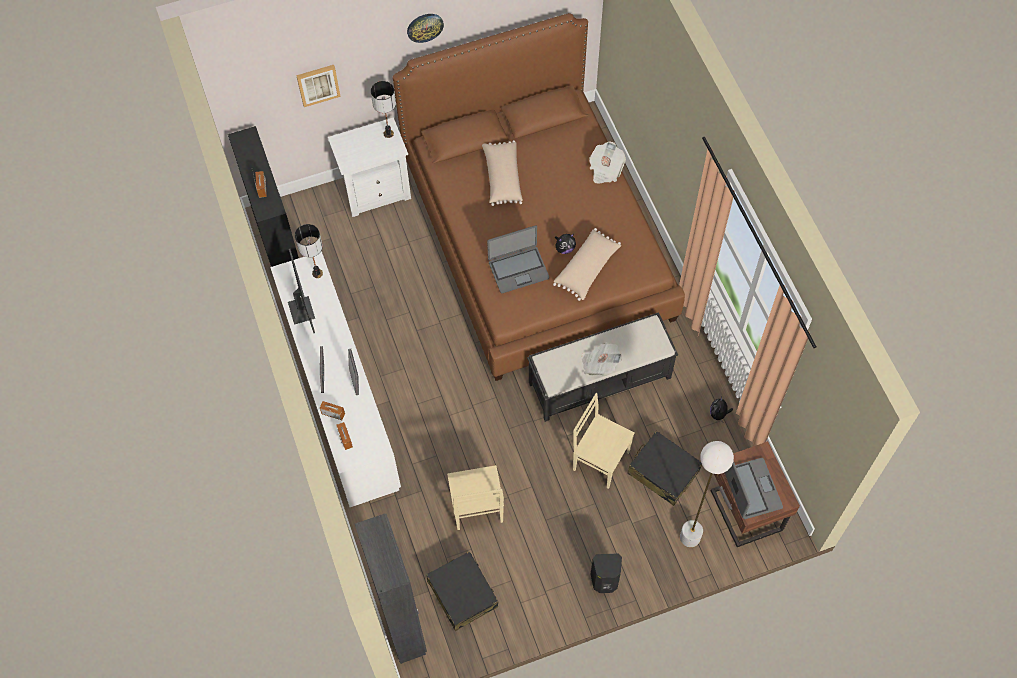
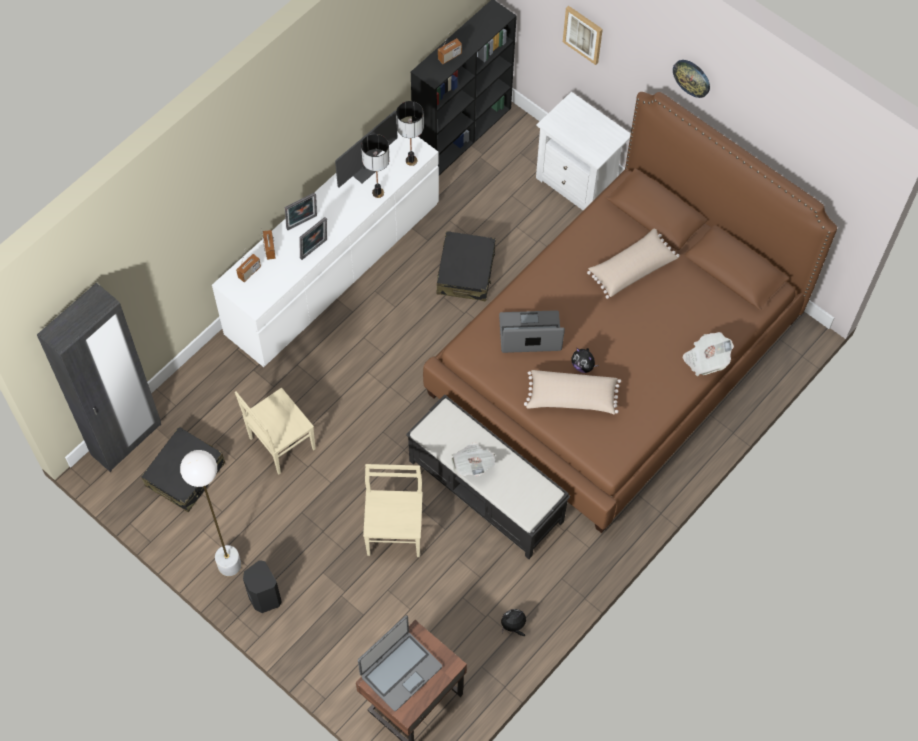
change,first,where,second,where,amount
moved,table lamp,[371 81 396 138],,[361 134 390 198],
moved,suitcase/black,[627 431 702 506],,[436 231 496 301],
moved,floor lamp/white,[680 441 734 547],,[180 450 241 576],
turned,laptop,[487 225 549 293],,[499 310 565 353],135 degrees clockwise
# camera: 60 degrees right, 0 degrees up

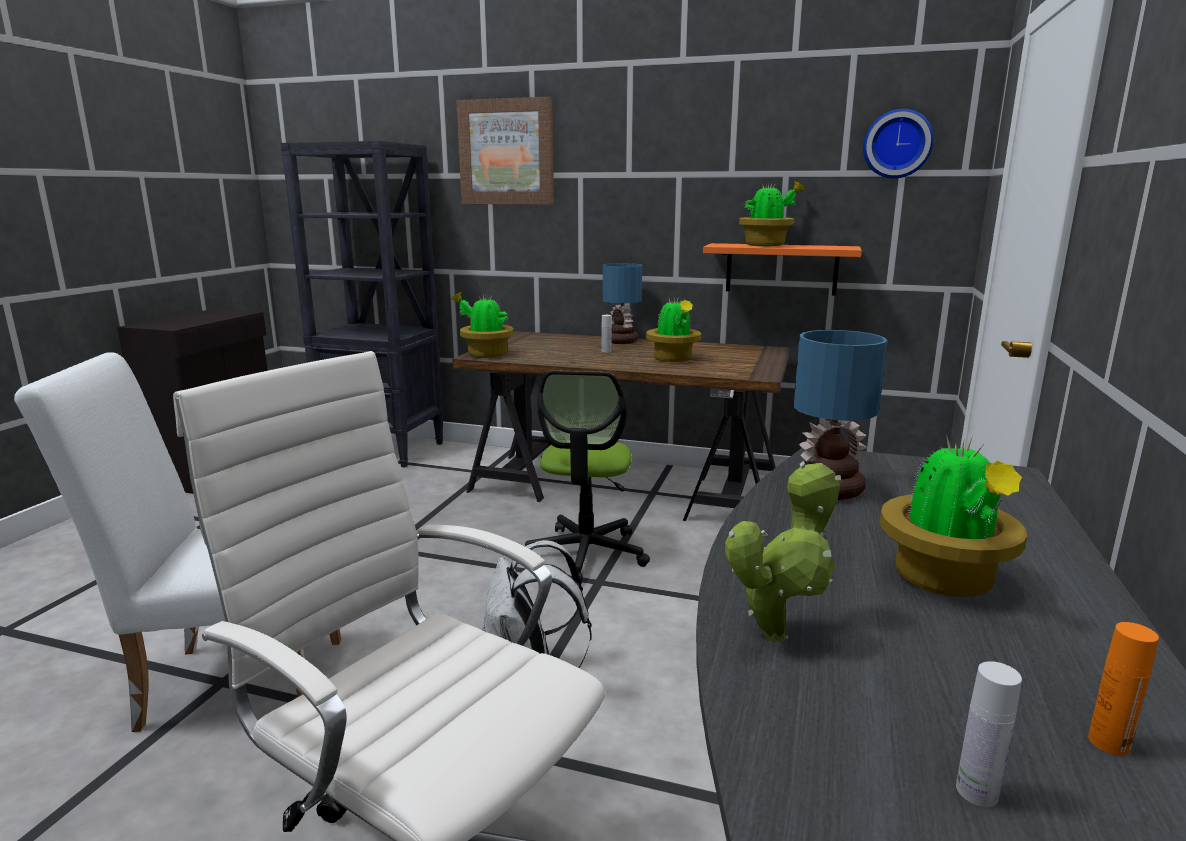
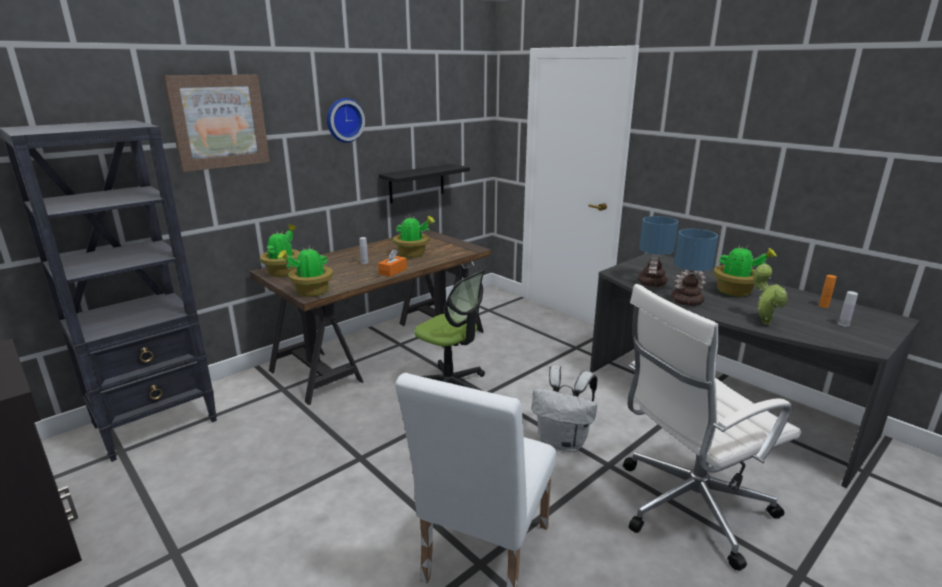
change,first,where,second,where,amount
added,,,tissue box/orange,[378 249 407 277],
moved,table lamp,[603 263 642 344],,[671 229 718 306],
moved,potted plant,[739 181 805 246],,[260 224 300 277],
moved,wall clock,[863 109 934 179],,[327 98 365 143],
recoloured,shelf/orange,[703 243 862 296],shelf/black,[379 164 470 203],
# camera: 60 degrees left, 5 degrees up

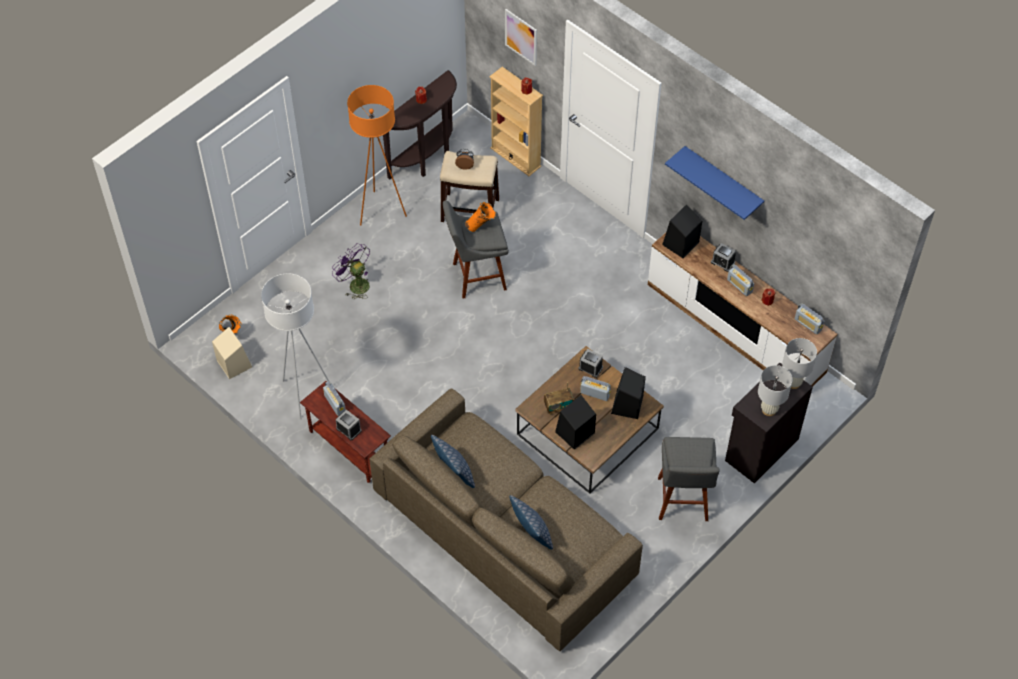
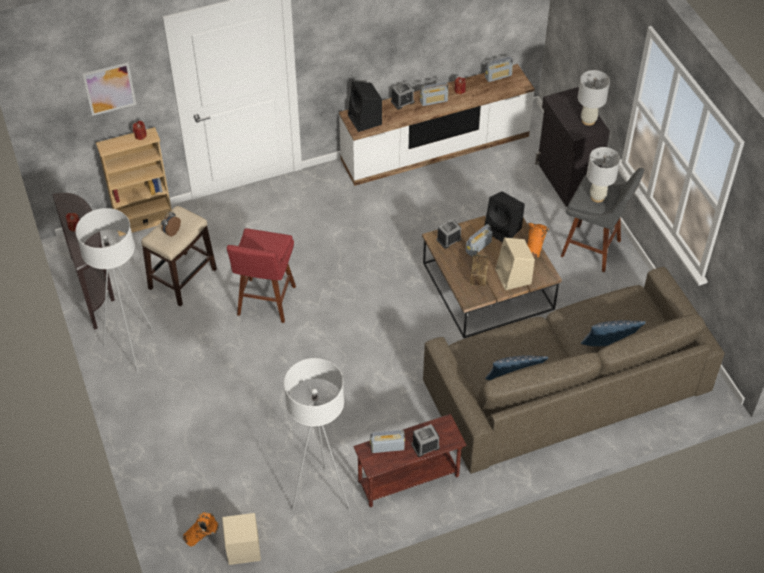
change,first,where,second,where,amount
removed,fan/purple,[332 243 370 299],,,
removed,shelf/blue,[665 146 764 220],,,
moved,vase/orange,[465 202 496 232],,[527 223 549 257],
moved,table lamp/white,[782 338 817 389],,[587 147 620 203],
recoloured,floor lamp/orange,[347 85 407 225],floor lamp/white,[75 208 155 374],
recoloured,stool/grey,[443 200 509 299],stool/red,[227 228 296 323],
recoloured,speaker/black,[555 395 596 450],speaker/beige,[495 238 535 290],
# camera: 65 degrees left, 5 degrees down

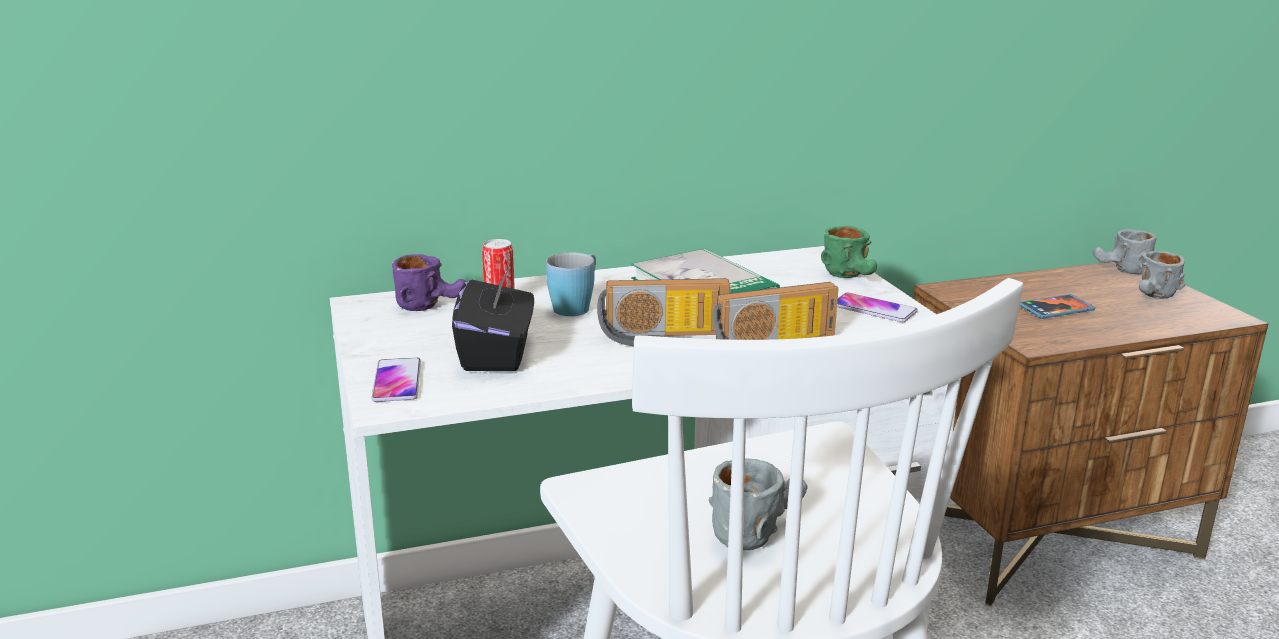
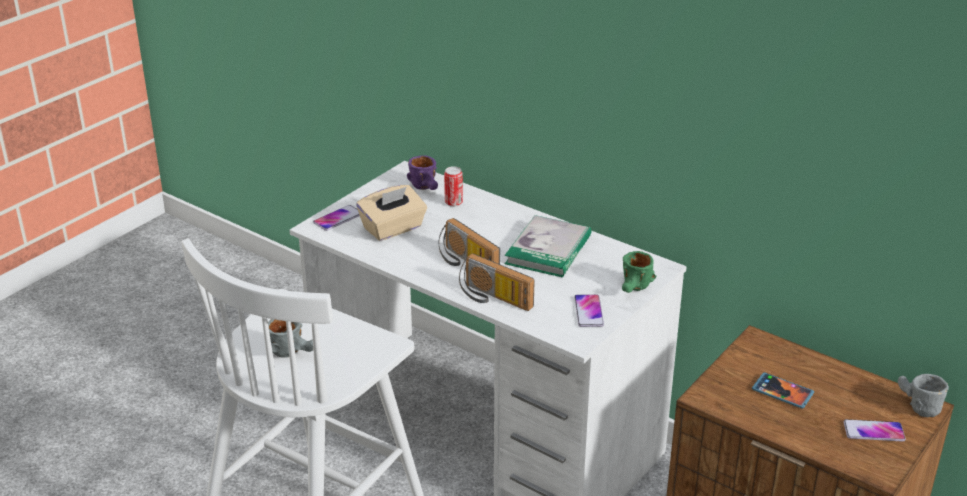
change,first,where,second,where,amount
removed,mug/blue,[546 252 596 316],,,
replaced,mug/grey,[1139 251 1186 299],phone,[844 419 906 442],
recoloured,tissue box/black,[452 266 534 371],tissue box/beige,[356 185 427 241],
# camera: 55 degrees right, 10 degrees up

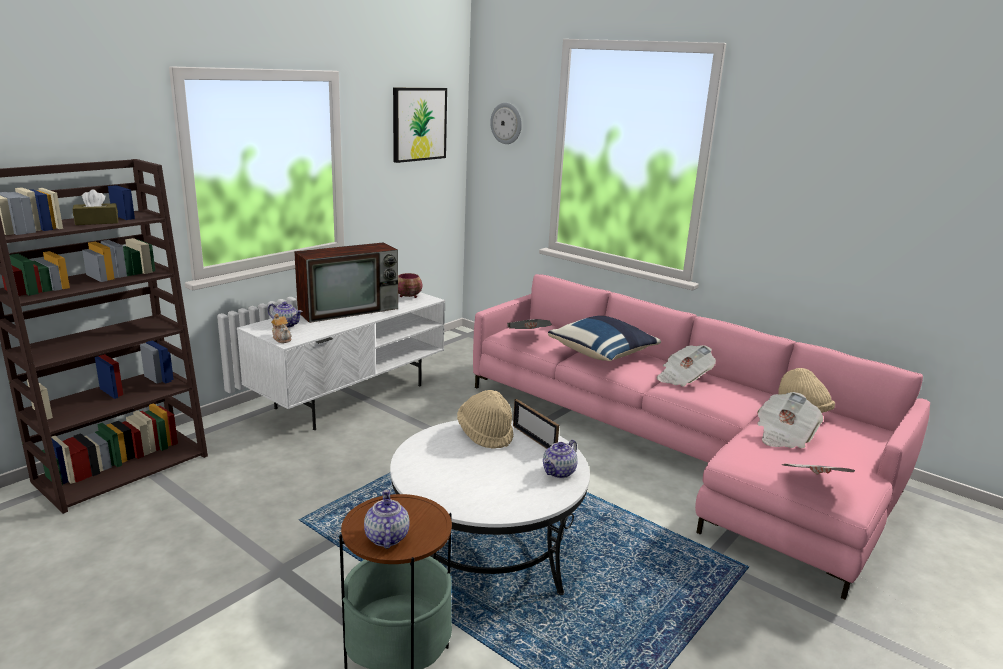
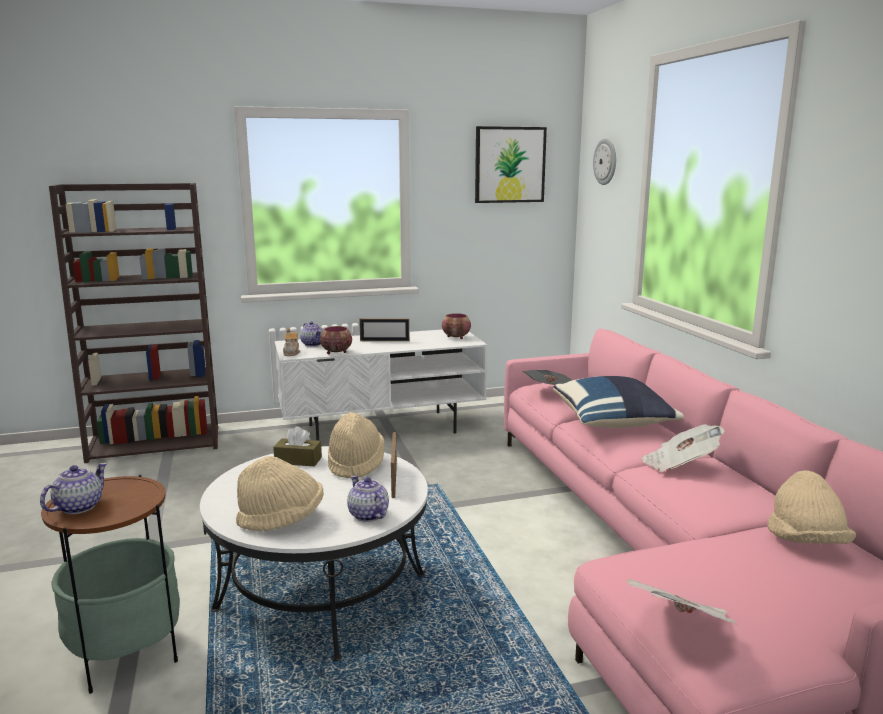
change,first,where,second,where,amount
removed,newspaper,[757 392 823 449],,,
added,,,hat/beige,[236 456 324 531],
added,,,bowl,[320 326 352 354],
moved,tissue box/brown,[72 189 118 225],,[273 426 322 466],
replaced,television,[294 242 398 323],picture frame,[359 318 409 341],
turned,teapot,[543 440 578 478],,[347 475 389 522],75 degrees clockwise
# camera: 35 degrees right, 5 degrees down

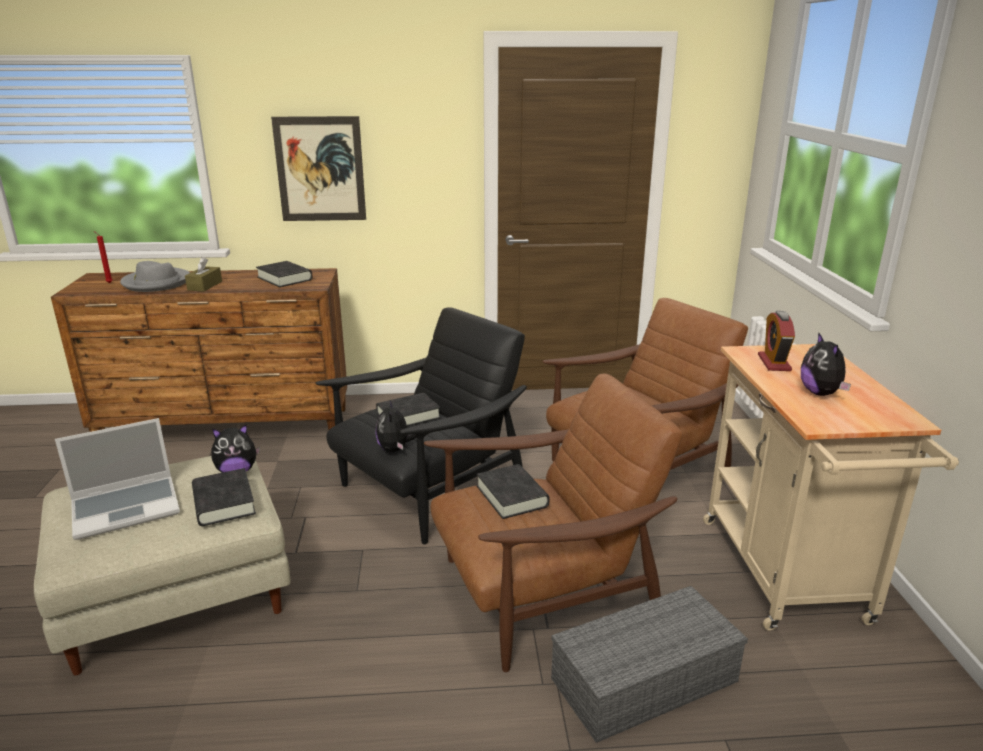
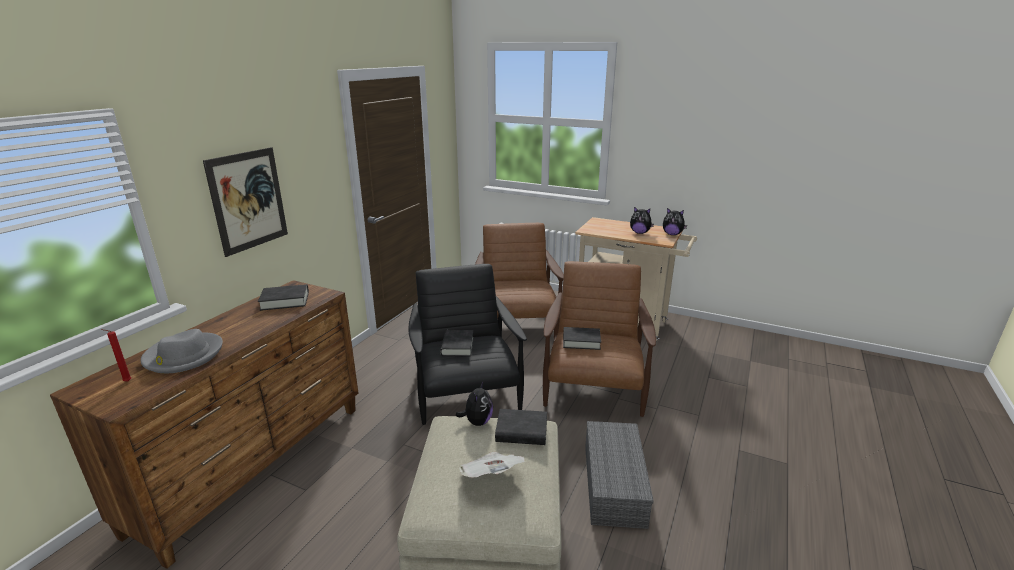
change,first,where,second,where,amount
removed,tissue box/brown,[185 257 222 292],,,
removed,alarm clock,[758 311 795 371],,,
moved,plush toy,[375 401 416 452],,[663 208 687 235],
moved,storage box/grey,[551 586 748 743],,[585 421 654 529],
replaced,laptop,[55 418 180 540],newspaper,[459 452 525 478],
# camera: 60 degrees left, 0 degrees up

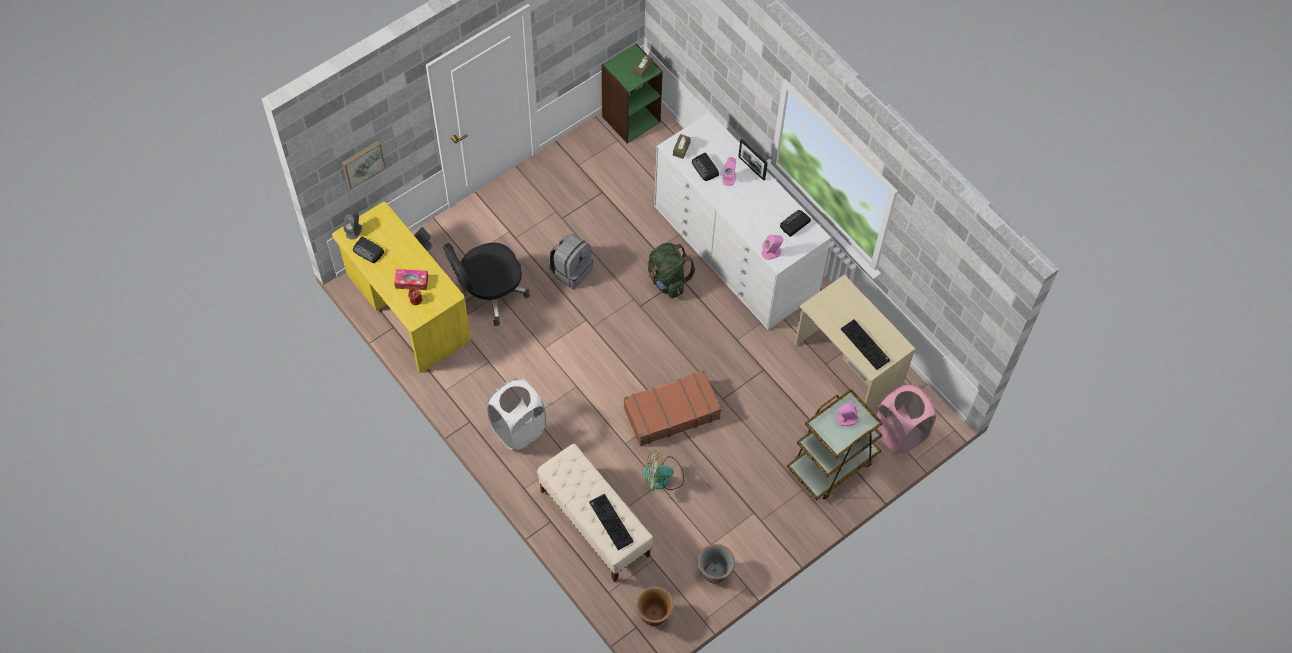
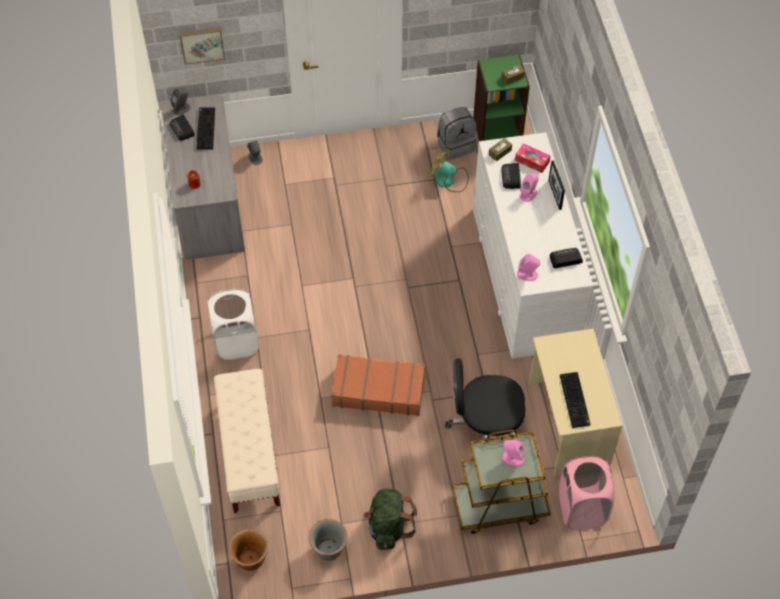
change,first,where,second,where,amount
moved,tissue box,[394 269 428 290],,[515 143 550 173],
moved,office chair/black,[443 243 530 326],,[445 358 526 442],
moved,backpack/grey,[549 233 594 289],,[437 107 477 160],
moved,keyboard,[589 494 634 550],,[197 107 215 150],
moved,fan,[643 450 684 491],,[428 148 469 192],
moved,backpack/green,[648 243 696 299],,[363 488 417 550],
recoloured,desk/yellow,[332 202 471 373],desk/grey,[162 96 245 260],
# camera: 30 degrees right, 5 degrees down

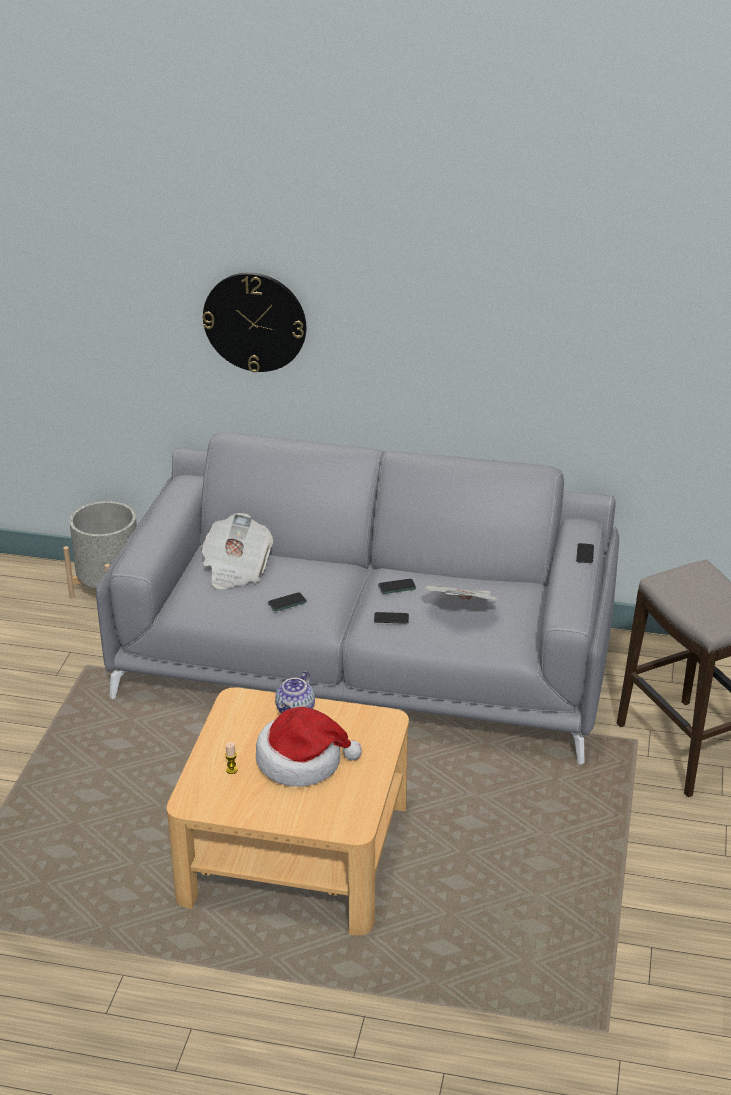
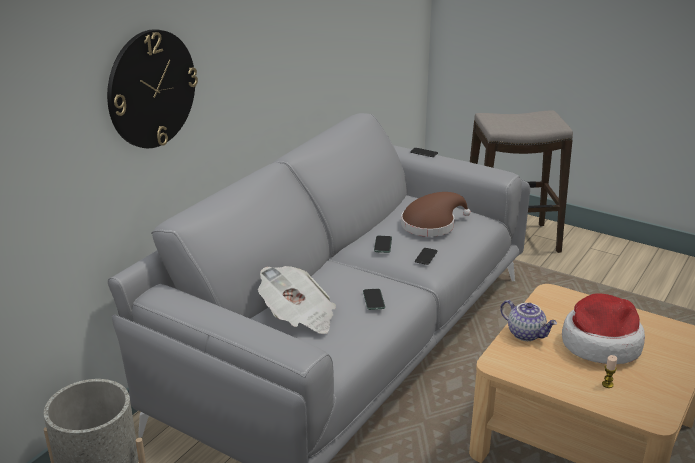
change,first,where,second,where,amount
replaced,newspaper,[425 585 498 600],hat/brown,[401 192 471 237],
# camera: 70 degrees left, 5 degrees down

